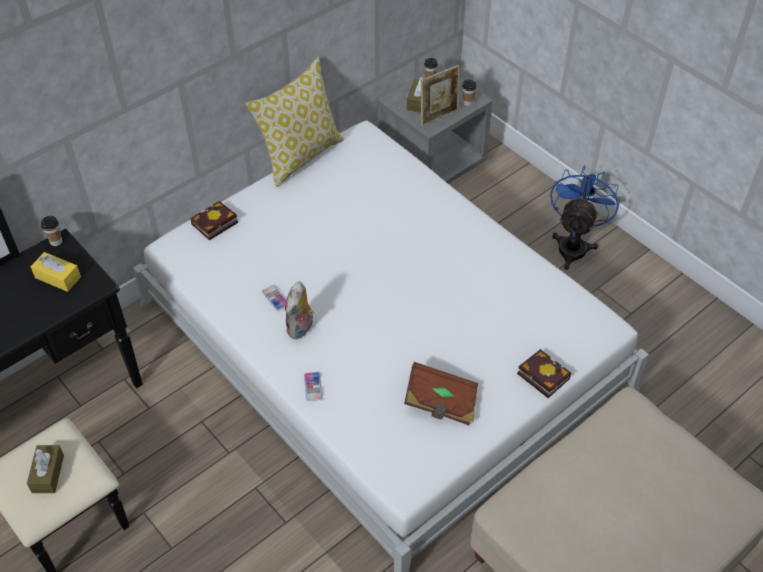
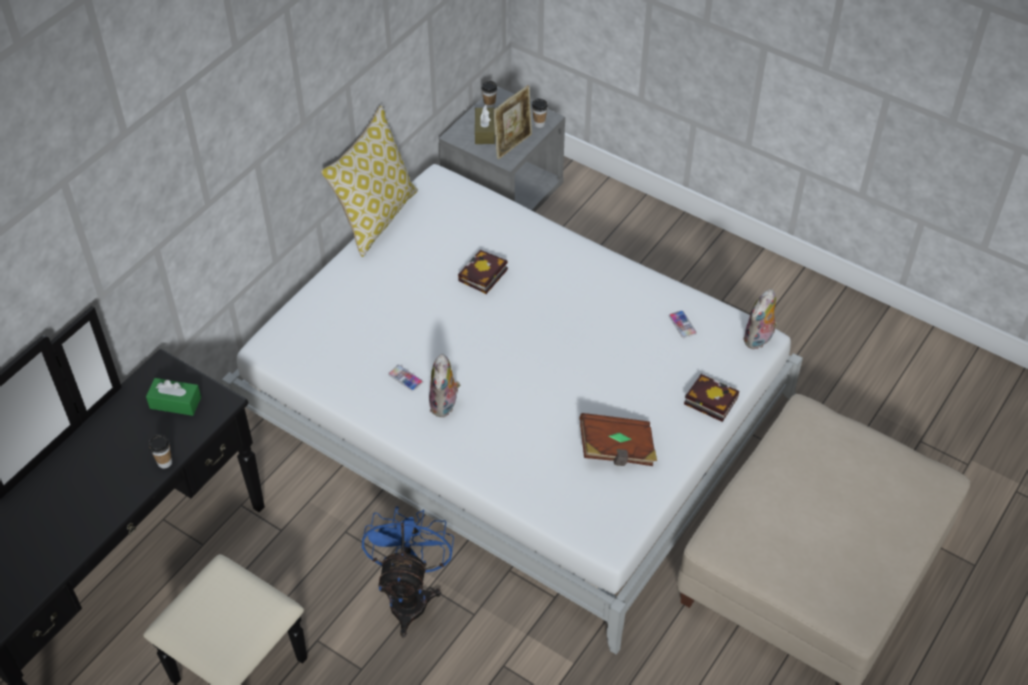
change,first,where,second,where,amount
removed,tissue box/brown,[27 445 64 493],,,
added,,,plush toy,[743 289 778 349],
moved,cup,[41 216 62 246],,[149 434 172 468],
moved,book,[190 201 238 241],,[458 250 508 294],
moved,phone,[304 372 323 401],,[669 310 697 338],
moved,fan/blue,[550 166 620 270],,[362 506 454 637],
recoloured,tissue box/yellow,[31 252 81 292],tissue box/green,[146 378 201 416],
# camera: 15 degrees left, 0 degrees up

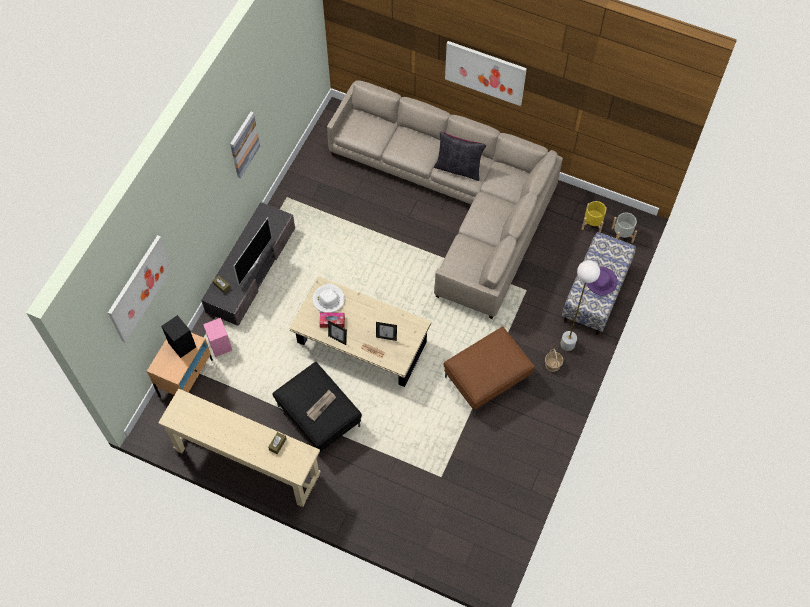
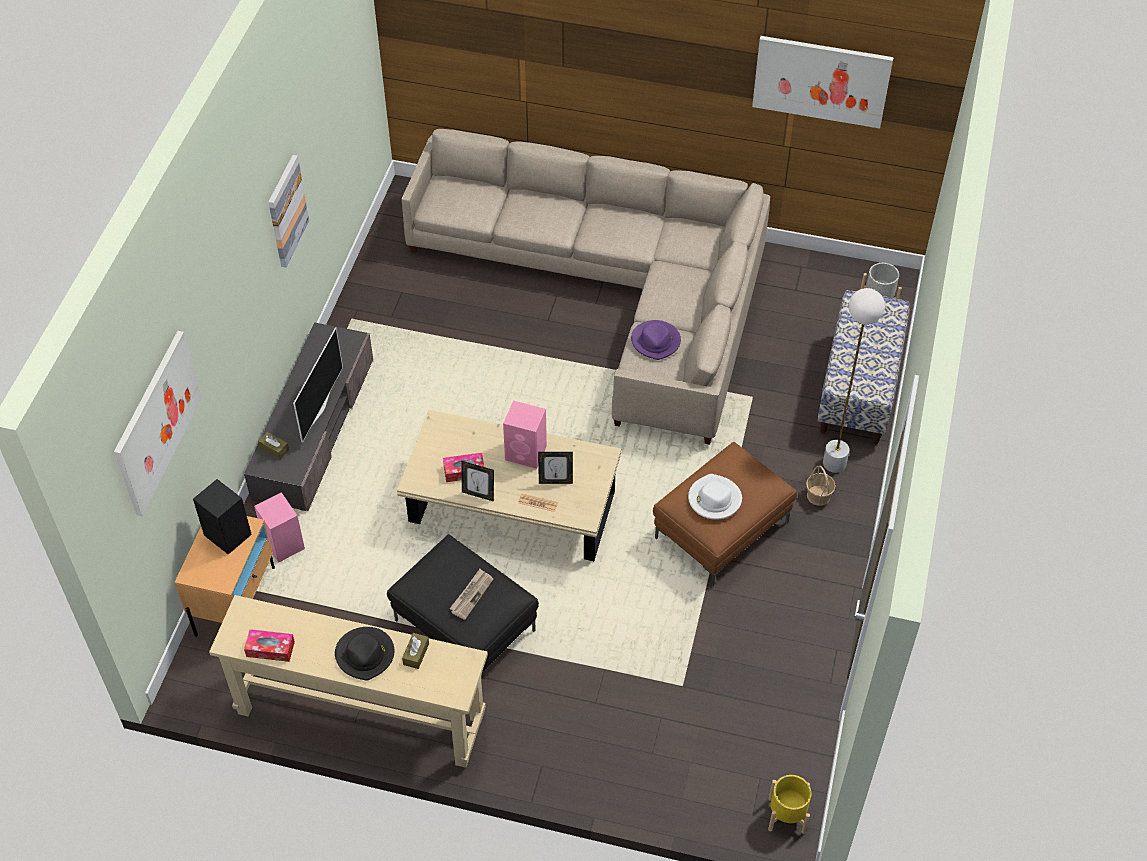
change,first,where,second,where,amount
removed,pillow/black,[434 132 486 181],,,
added,,,tissue box,[244 629 295 662],
added,,,hat/black,[335 627 394 681],
added,,,speaker/pink,[503 401 547 469],
moved,hat/white,[312 283 345 313],,[688 474 742 520],
moved,picture,[445 41 527 106],,[752 36 894 129],
moved,planter/yellow,[582 201 607 233],,[768 775 812 834],
moved,hat/purple,[586 267 618 296],,[631 320 681 360],
# camera: 10 degrees left, 10 degrees down

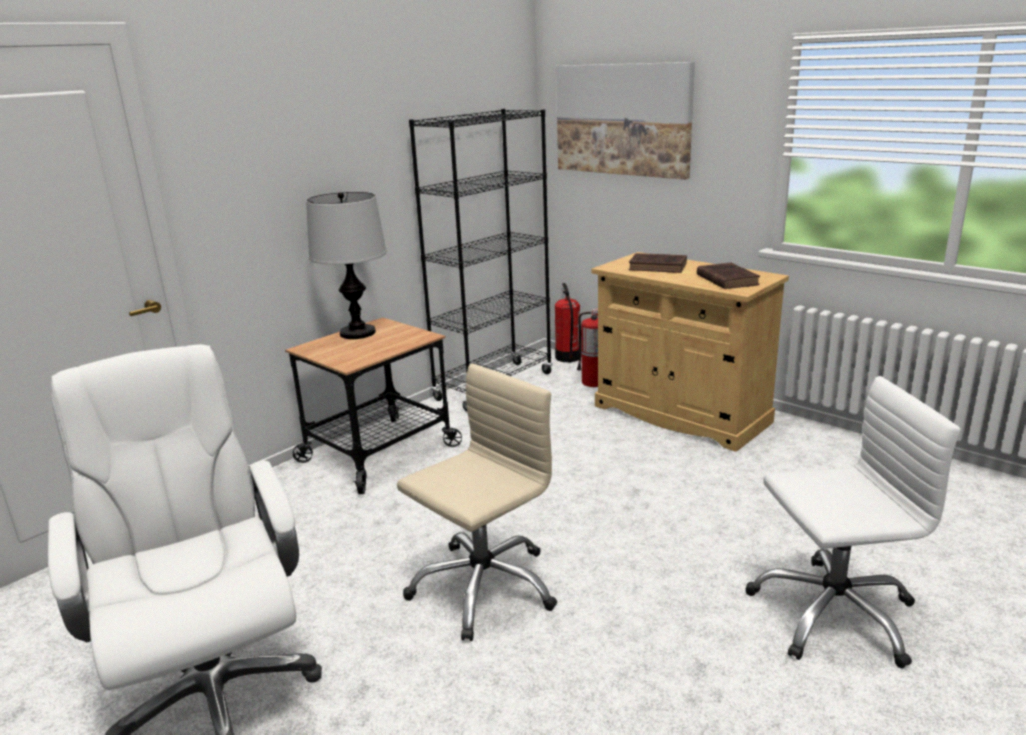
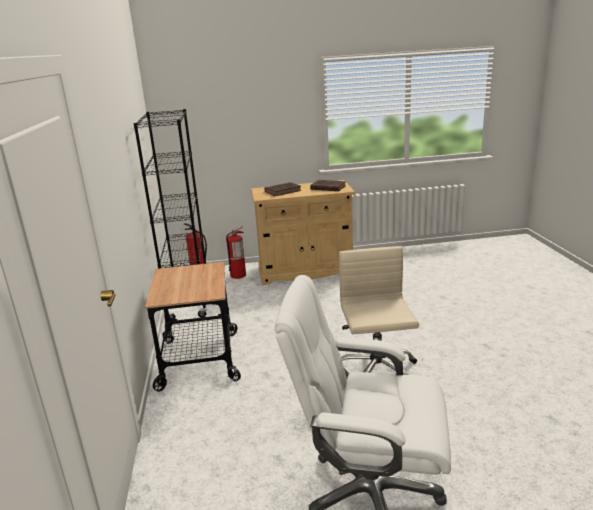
change,first,where,second,where,amount
removed,table lamp,[306 192 387 339],,,
removed,picture,[556 62 695 180],,,
removed,office chair/white,[745 376 961 668],,,
# camera: 50 degrees left, 0 degrees up

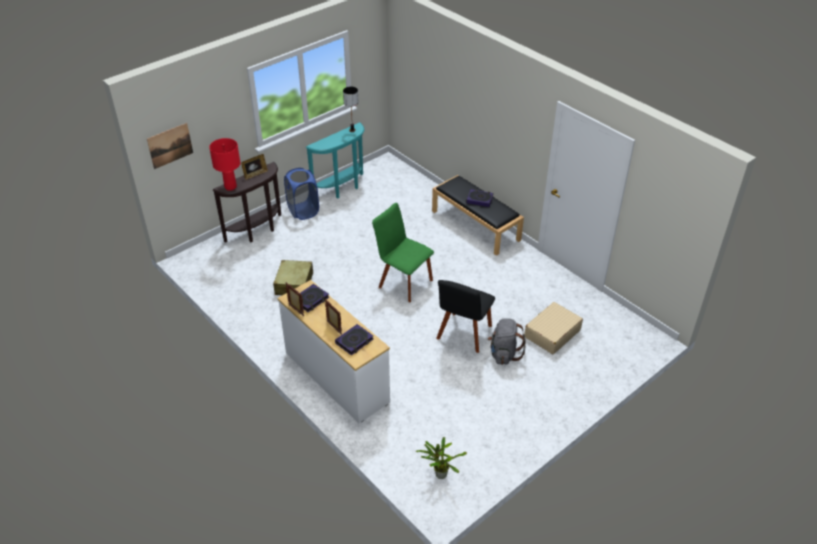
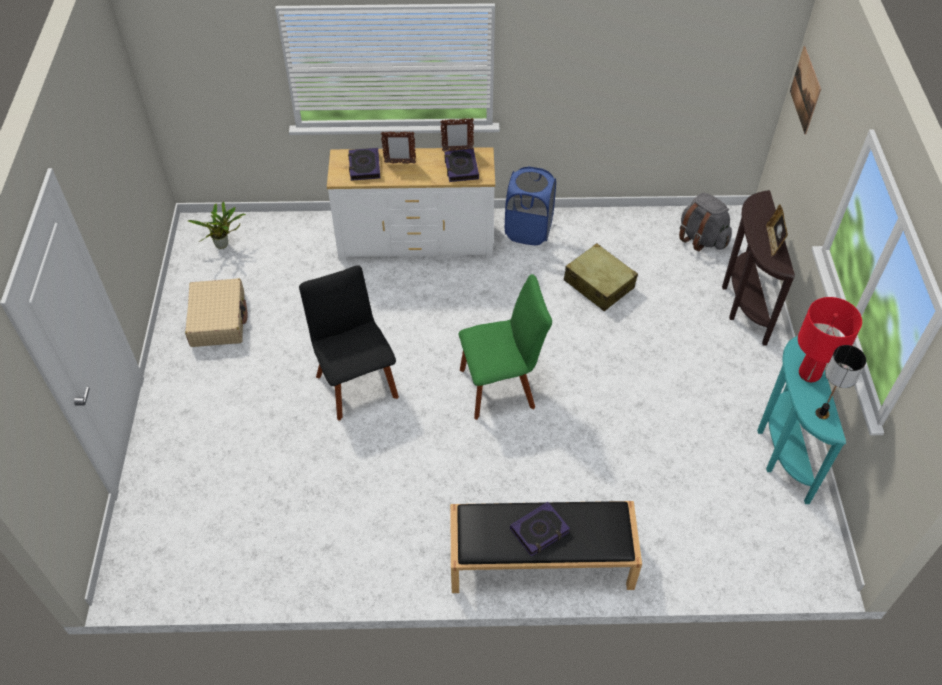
change,first,where,second,where,amount
moved,table lamp/red,[209 138 240 191],,[798 297 862 382],
moved,laundry basket/blue,[284 168 319 220],,[505 167 556 245],
moved,backpack/grey,[488 318 526 365],,[679 193 732 252],
moved,suitcase/beige,[524 302 583 354],,[185 278 248 347],
# camera: 130 degrees right, 10 degrees up

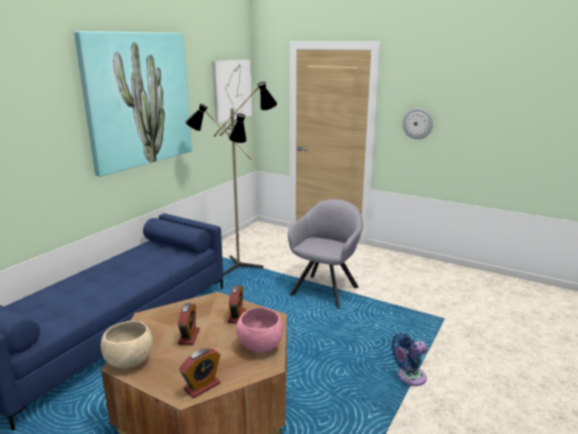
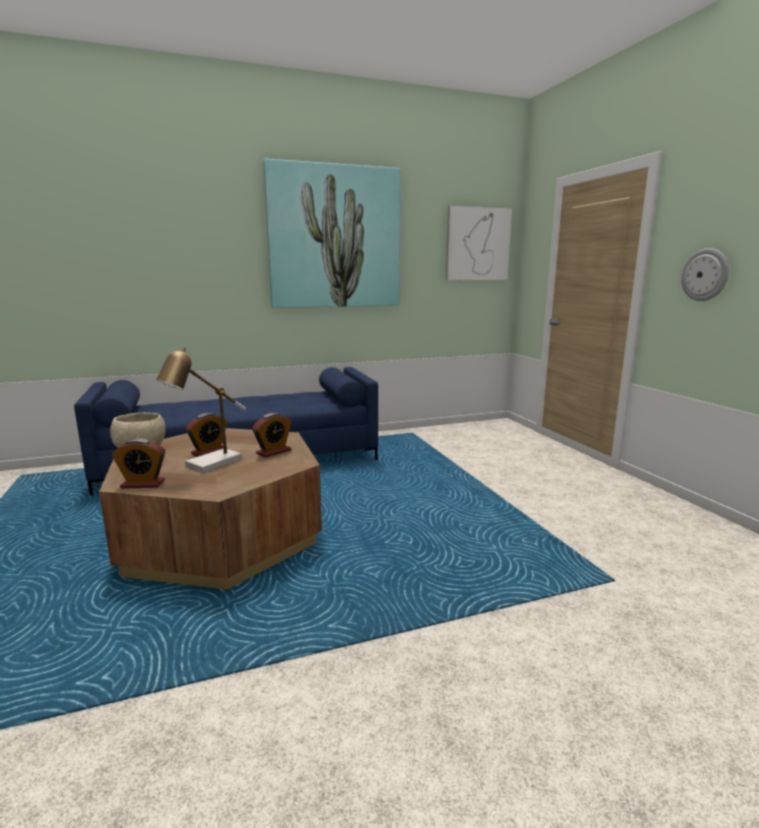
change,first,where,second,where,amount
removed,floor lamp,[185 82 277 276],,,
removed,bowl/pink,[236 307 283 352],,,
removed,armchair/grey,[288 199 363 309],,,
removed,fan/blue,[391 333 427 386],,,
added,,,table lamp,[156 347 246 473],
# camera: 40 degrees right, 5 degrees down

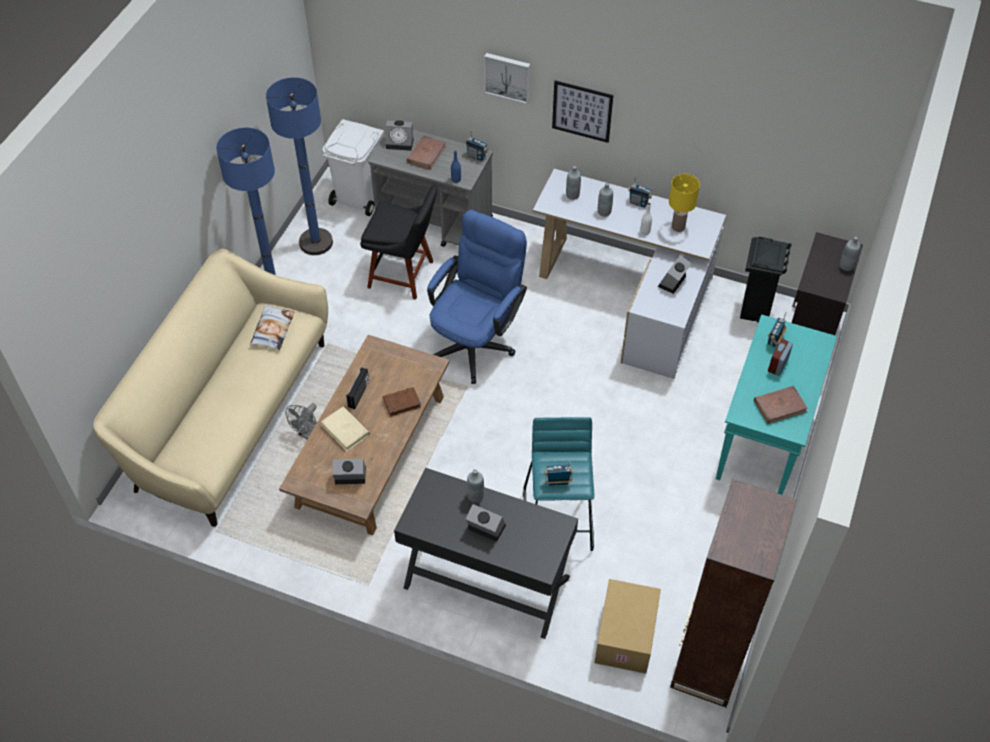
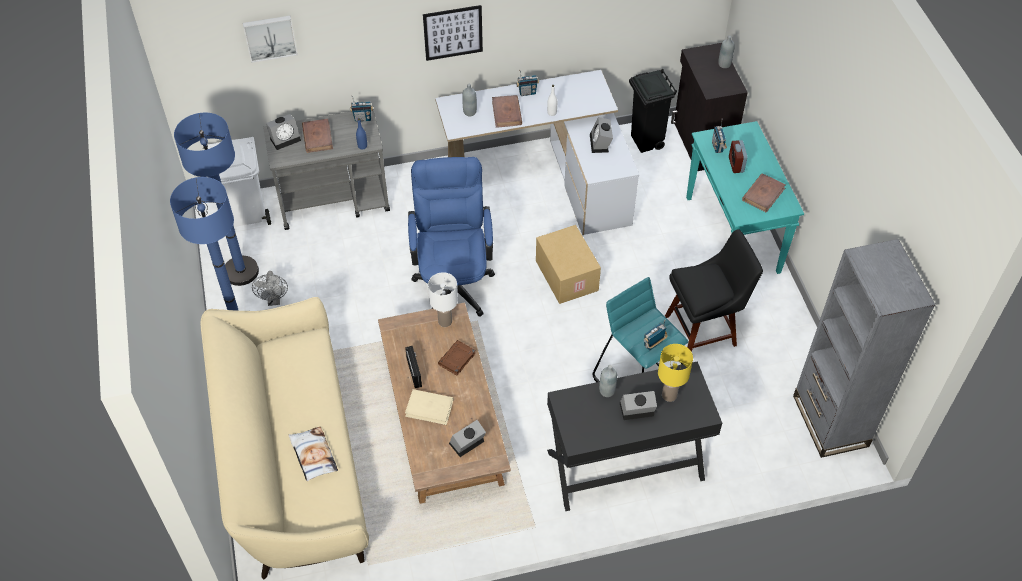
change,first,where,second,where,amount
added,,,table lamp/white,[428 272 458 327],
moved,pillow,[250 304 294 350],,[289 427 338 481],
moved,fan/grey,[285 403 317 439],,[252 271 288 306],
moved,chair/black,[360 186 437 300],,[665 229 763 352],
moved,picture,[484 53 530 104],,[243 16 298 63],
moved,cardboard box,[594 579 661 674],,[536 225 601 304],
moved,table lamp/yellow,[669 174 700 232],,[658 344 693 402],
replaced,bottle/grey,[598 183 613 217],book/brown,[492 95 522 128],
recoloured,bookcase/brown,[670 479 797 707],bookcase/grey,[793 239 935 458],
# camera: 35 degrees left, 0 degrees up

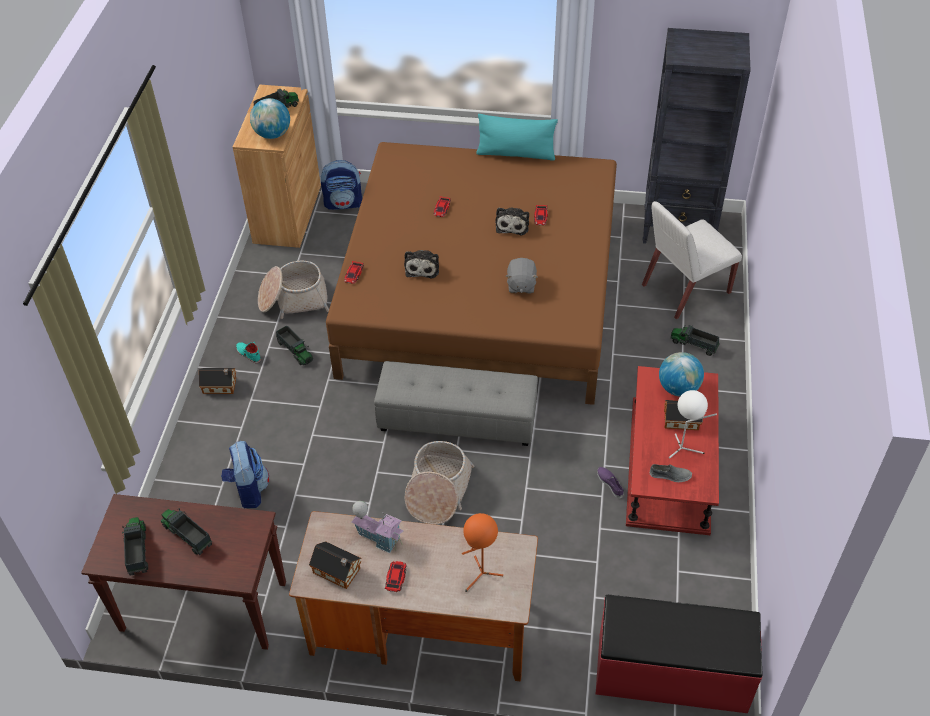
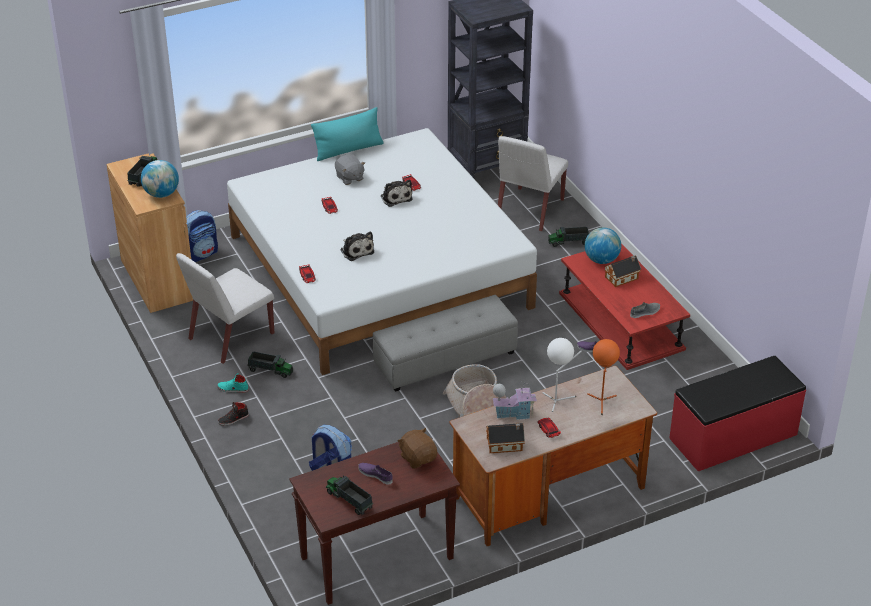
change,first,where,second,where,amount
added,,,plush toy/brown,[398 428 437 469],
moved,plush toy/grey,[506 258 538 294],,[335 155 365 185],
moved,table lamp/white,[669 390 717 458],,[543 338 582 412],
replaced,toy truck,[161 508 212 556],shoe/purple,[358 463 393 485],
replaced,toy house,[199 368 236 394],shoe/black,[218 402 249 426],
replaced,basket,[258 261 329 319],chair/white,[176 253 274 364],
recoloured,bed/brown,[326 142 617 405],bed/white,[227 128 537 375],
# camera: 35 degrees left, 10 degrees down

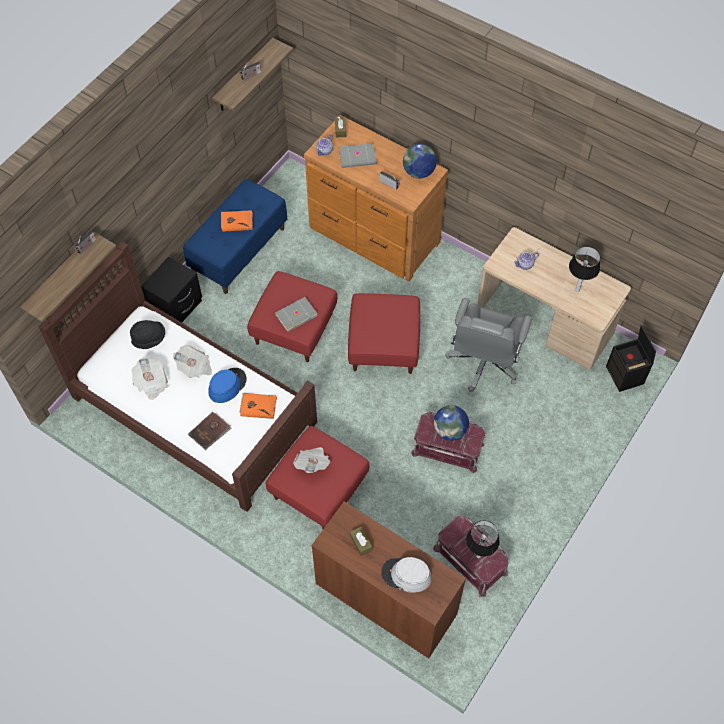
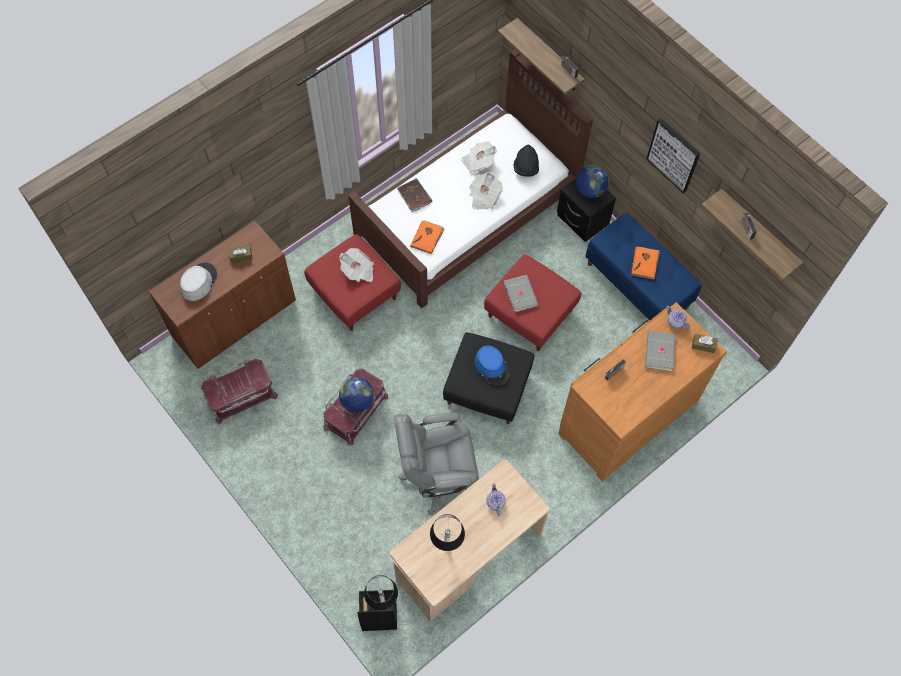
change,first,where,second,where,amount
added,,,picture,[646 118 700 193],
moved,hat/blue,[208 368 247 403],,[475 346 510 385],
moved,globe,[403 144 437 178],,[576 165 609 198],
moved,table lamp,[466 521 500 559],,[364 575 398 611],
recoloured,ottoman/red,[348 293 420 374],ottoman/black,[443 332 534 424],
turned,office chair/grey,[445 298 532 392],,[394 412 479 515],45 degrees counterclockwise
# camera: 105 degrees right, 5 degrees up

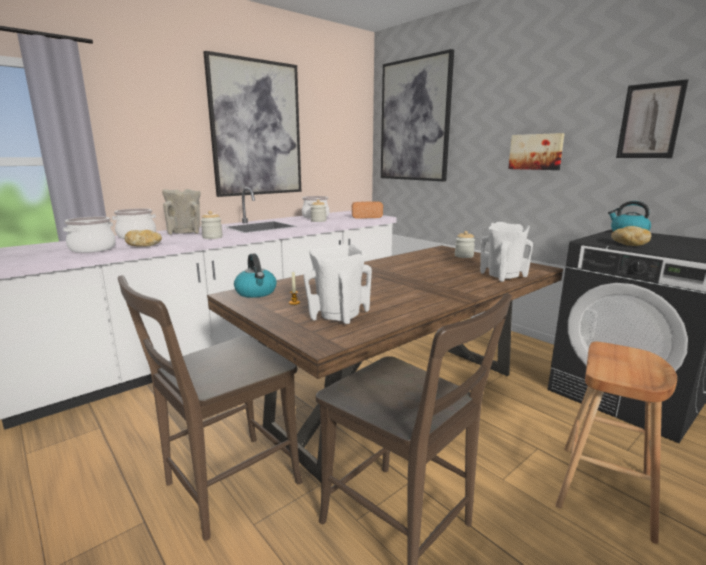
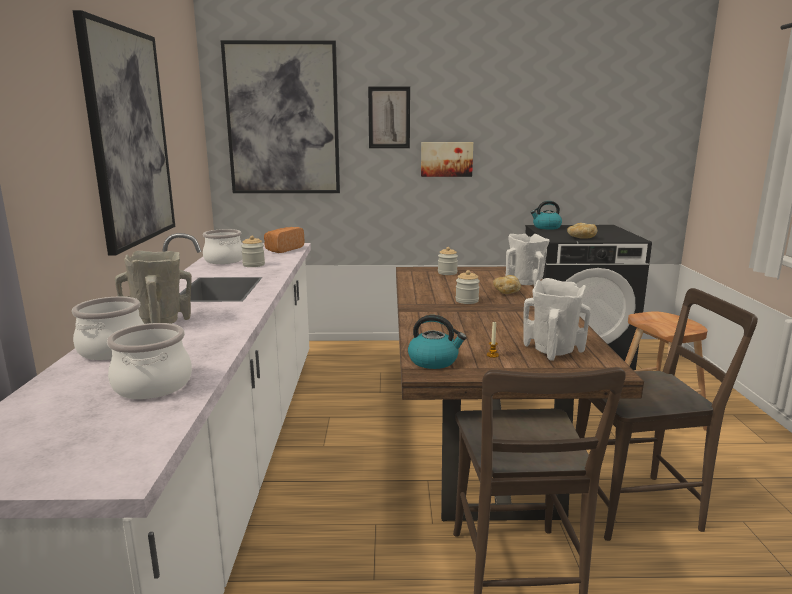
change,first,where,second,where,amount
moved,bread,[125 230 162 247],,[493 275 521 294],
moved,jar,[201 211 223 239],,[456 270 480 304],
moved,picture,[616 79 689 158],,[368 87 410 148],
# camera: 50 degrees left, 0 degrees up

